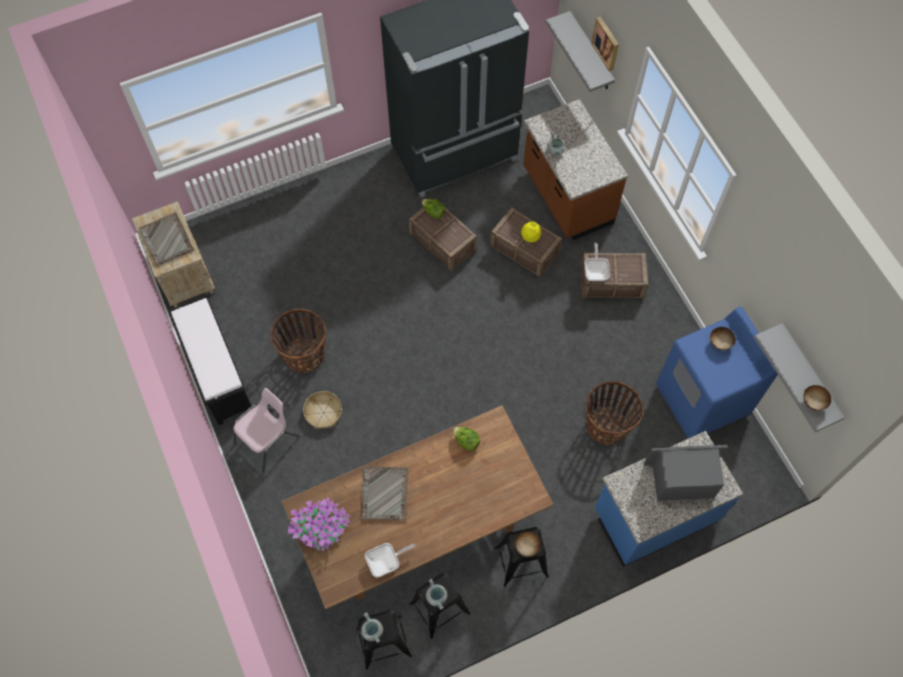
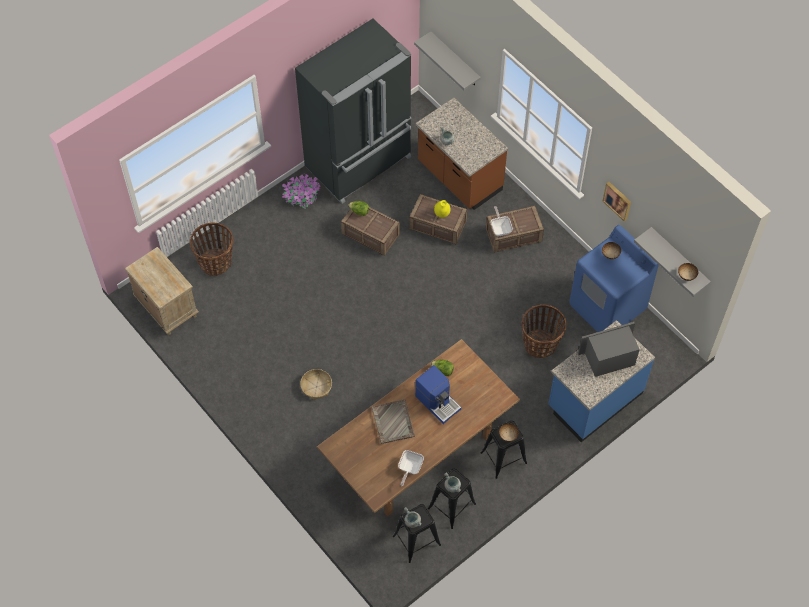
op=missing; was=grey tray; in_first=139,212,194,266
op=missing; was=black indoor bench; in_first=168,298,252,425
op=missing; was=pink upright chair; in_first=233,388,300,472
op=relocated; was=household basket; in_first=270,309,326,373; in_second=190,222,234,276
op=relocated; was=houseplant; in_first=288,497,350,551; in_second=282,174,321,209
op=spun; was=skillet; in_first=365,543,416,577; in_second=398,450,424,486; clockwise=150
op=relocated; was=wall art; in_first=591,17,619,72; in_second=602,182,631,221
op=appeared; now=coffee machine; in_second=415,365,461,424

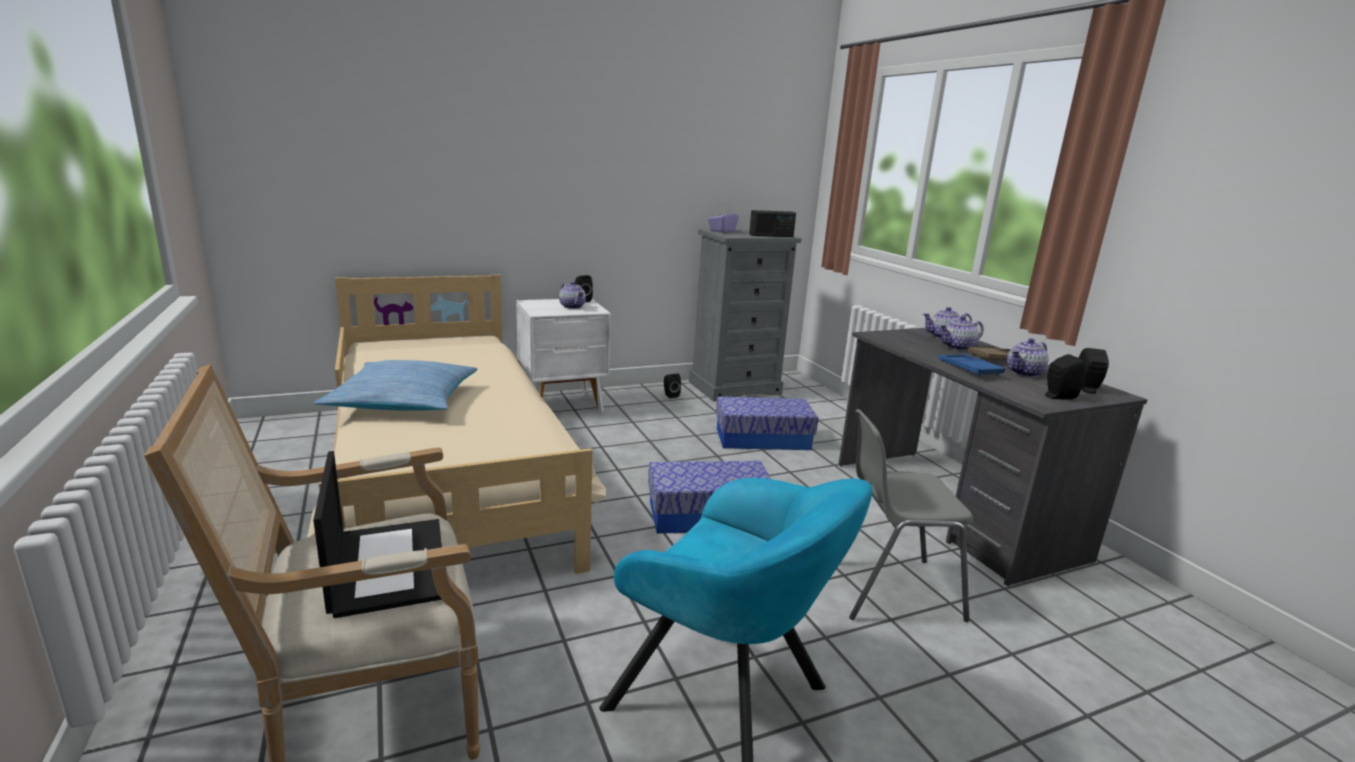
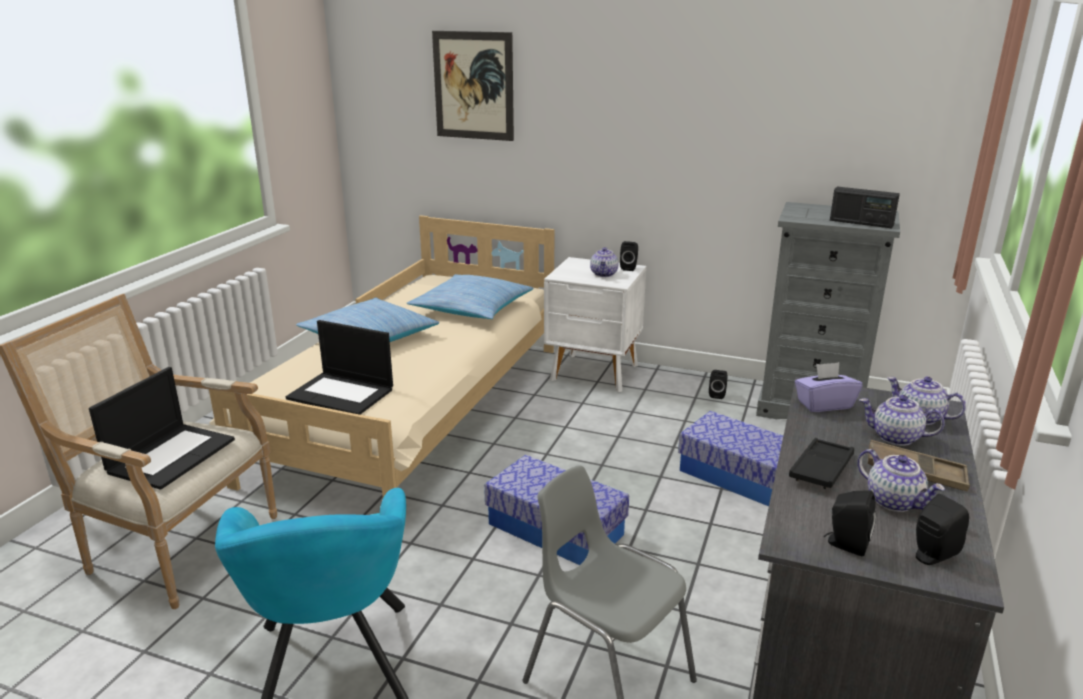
op=relocated; was=purplish box of tissues; in_first=708,207,739,233; in_second=795,362,862,412
op=colour; was=bluish tray; now=black tray; in_first=939,354,1005,376; in_second=789,438,854,489
op=spun; was=pot for tea; in_first=1007,338,1049,377; in_second=857,449,945,512; clockwise=-135
op=appeared; now=notebook computer; in_second=286,320,393,415
op=appeared; now=throw pillow; in_second=407,274,533,319
op=appeared; now=wall art; in_second=432,31,514,141

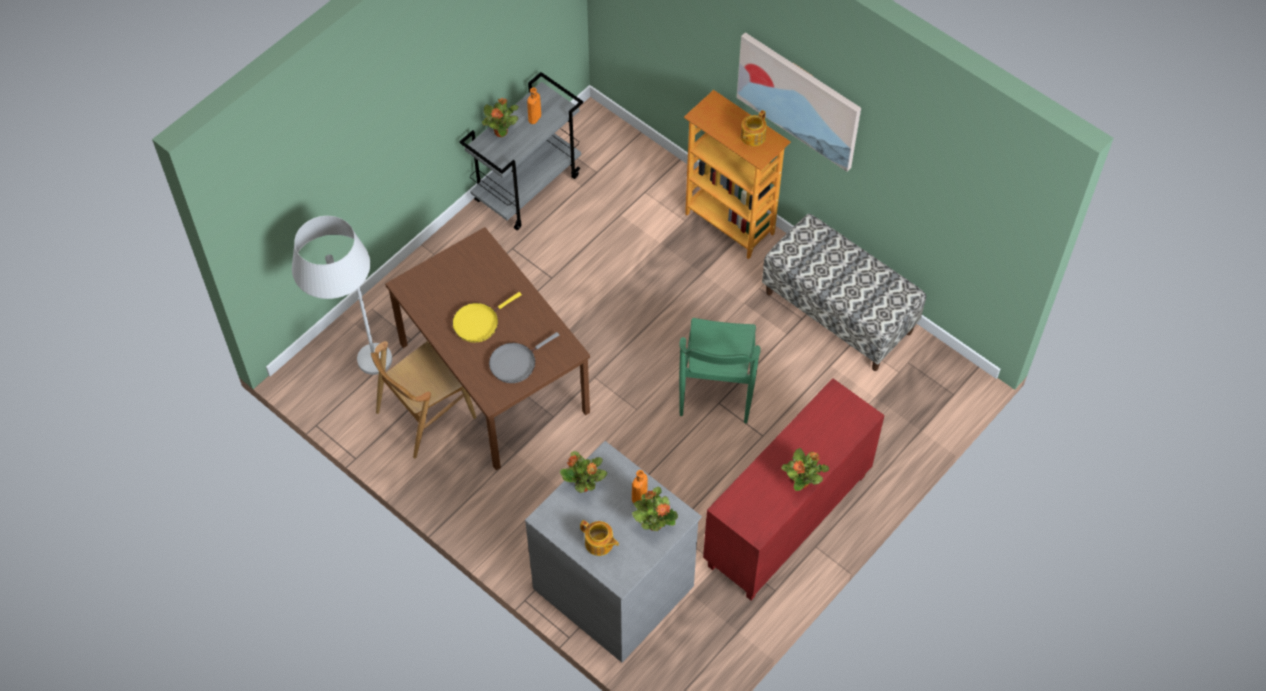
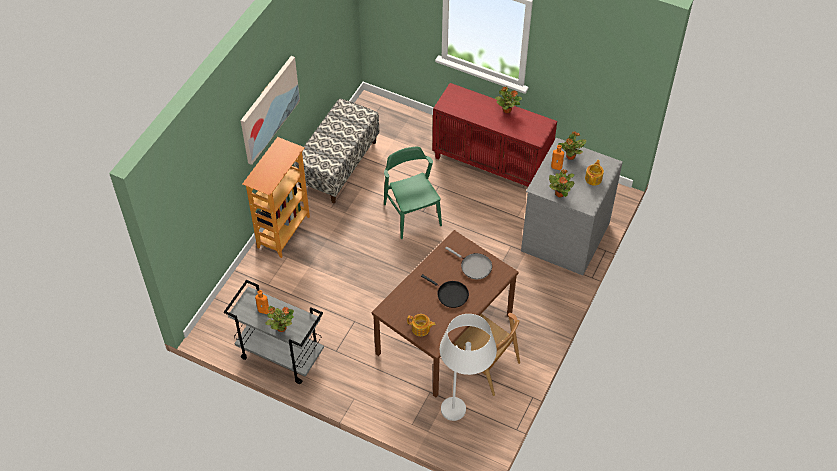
op=colour; was=yellowish skillet; now=black skillet; in_first=453,292,522,342; in_second=421,274,469,308
op=spun; was=greenish upright chair; in_first=679,318,761,423; in_second=384,146,442,239; clockwise=-105
op=relocated; was=pot for tea; in_first=741,110,767,146; in_second=407,314,436,336

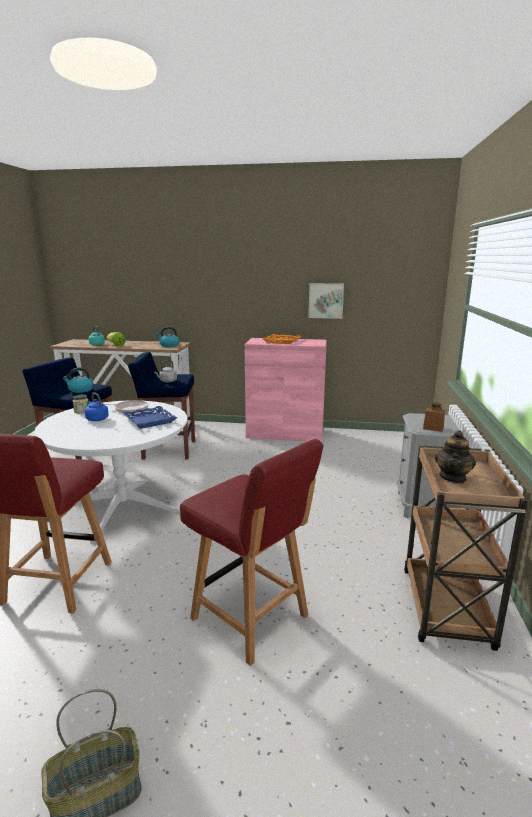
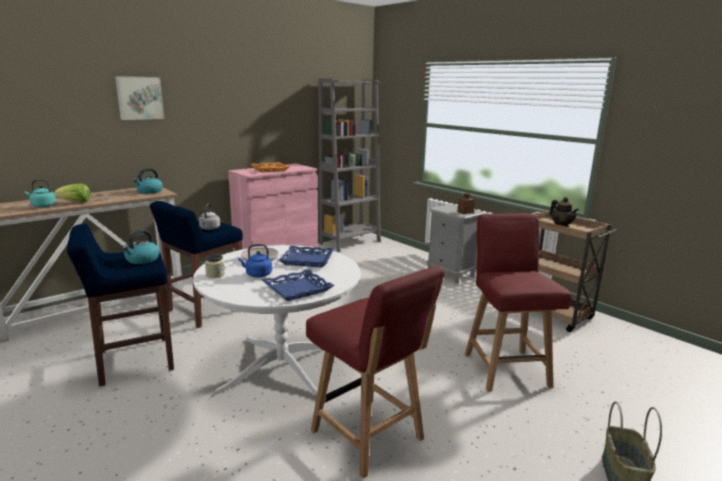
op=spun; was=red-coloured upright chair; in_first=180,439,323,666; in_second=465,213,571,392; clockwise=-90
op=relocated; was=wall art; in_first=308,283,344,319; in_second=115,76,164,120
op=appeared; now=bluish tray; in_second=262,269,334,301
op=appeared; now=grey bookcase; in_second=319,78,381,252

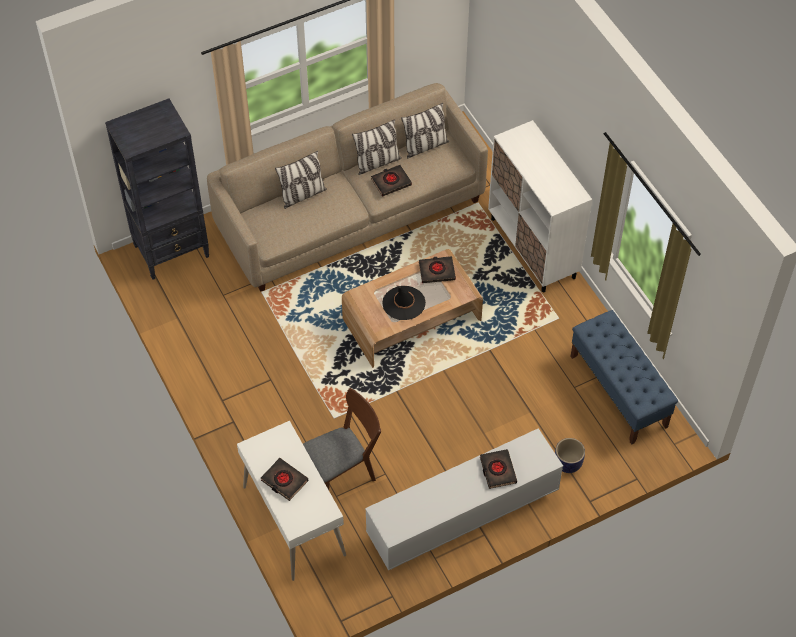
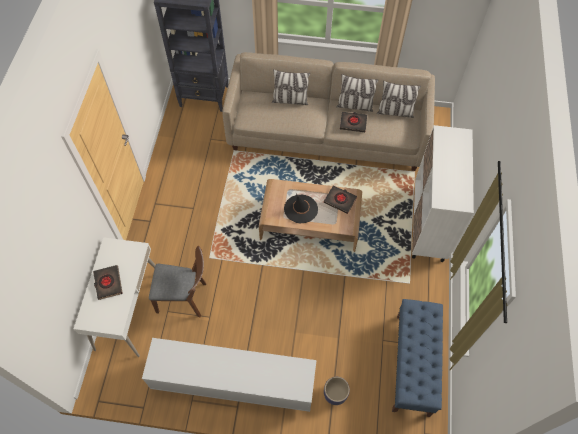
op=missing; was=black volume; in_first=480,449,517,489

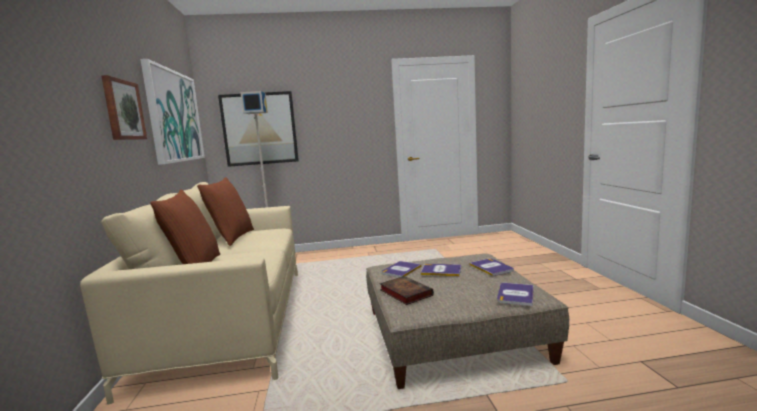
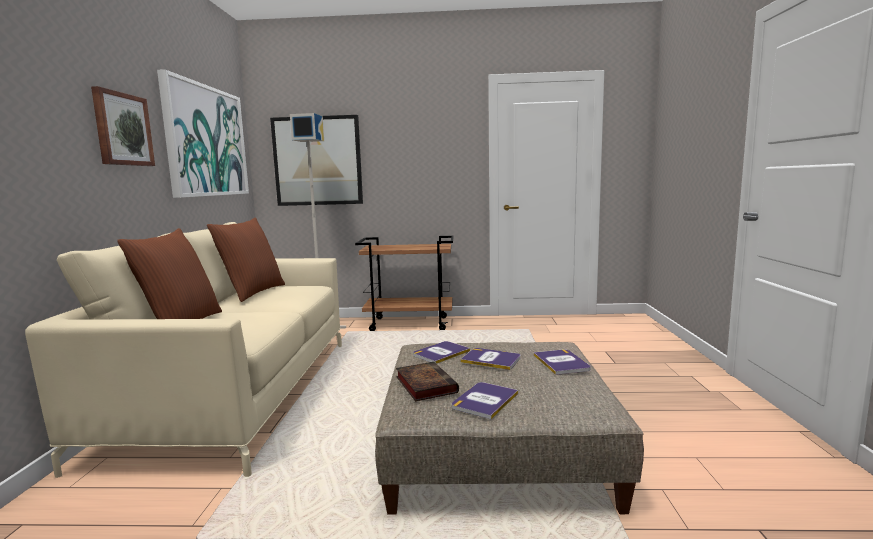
op=relocated; was=volume; in_first=497,283,533,306; in_second=452,382,518,419
op=appeared; now=brown trolley; in_second=355,236,453,331

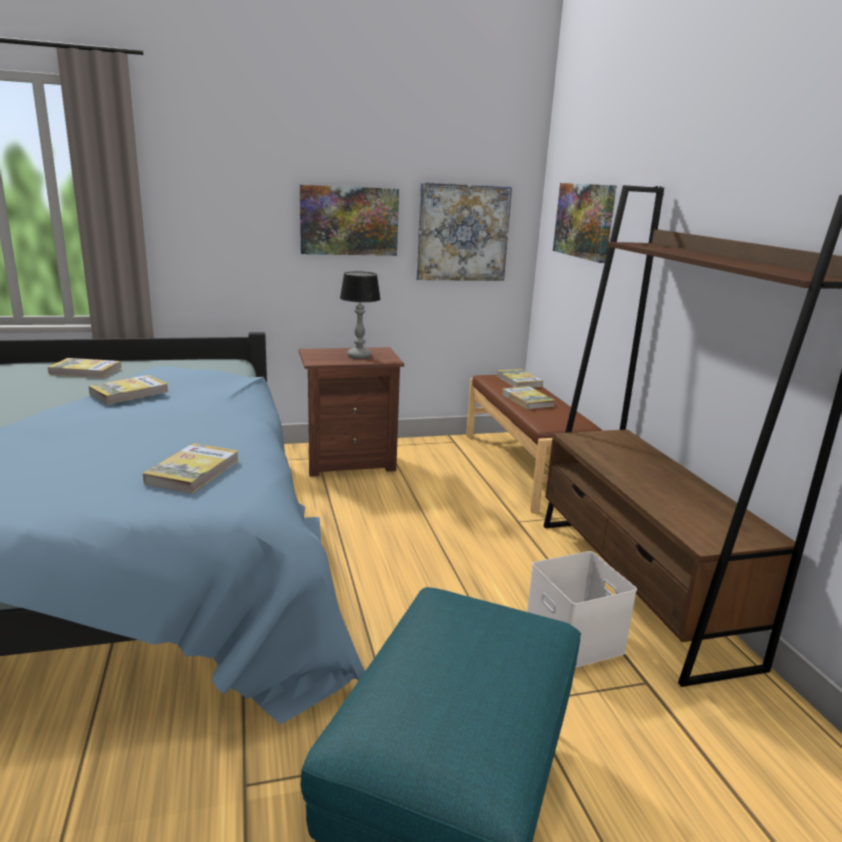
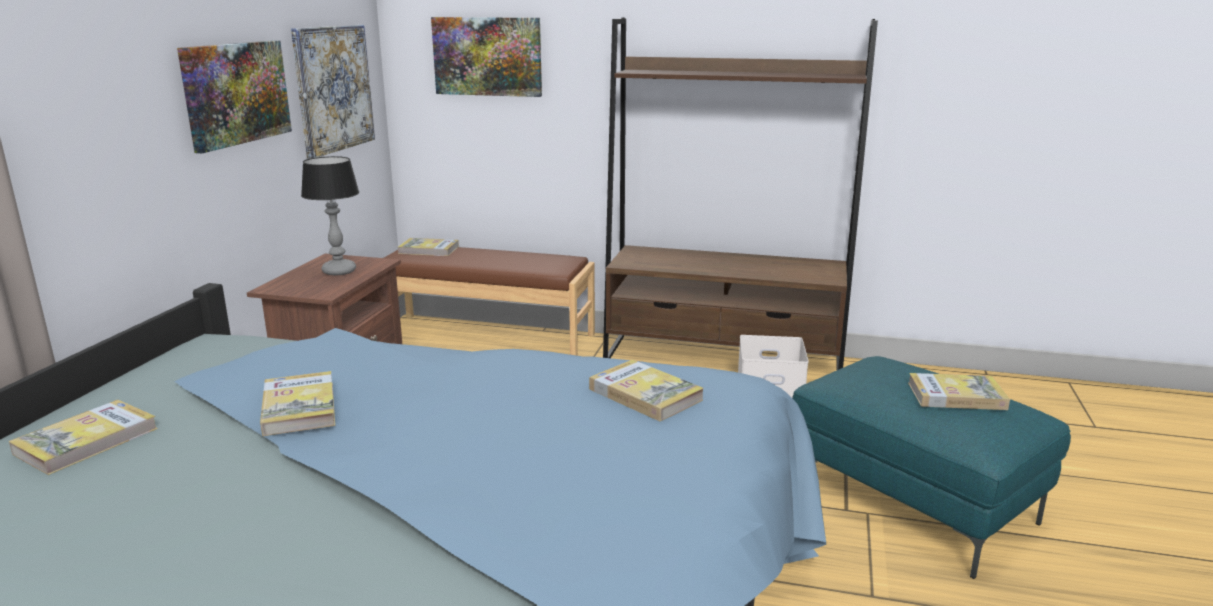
op=relocated; was=volume; in_first=502,386,555,409; in_second=908,373,1010,410

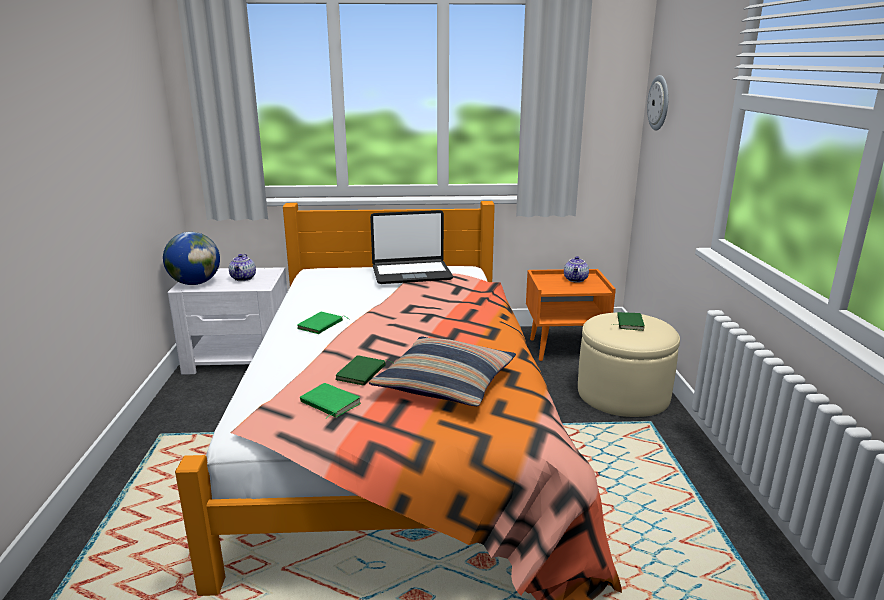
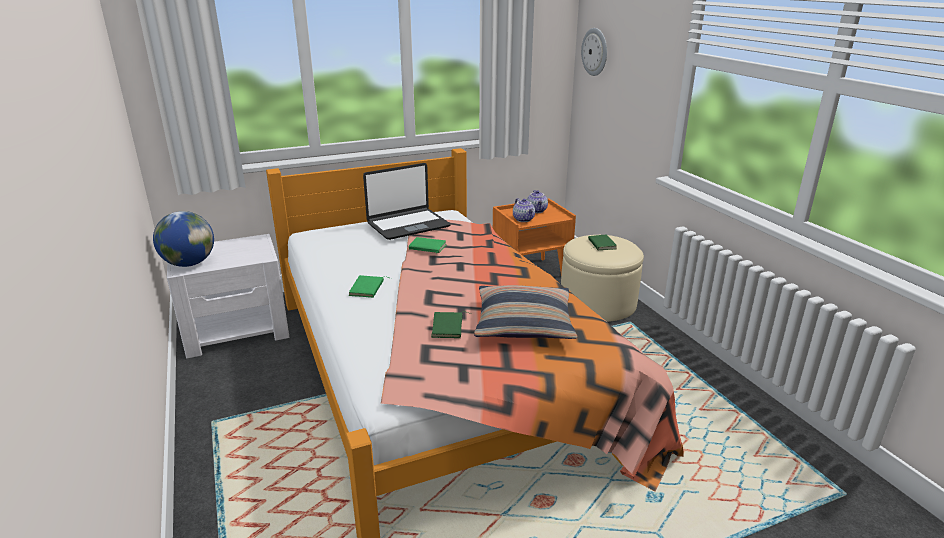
op=relocated; was=pot for tea; in_first=229,254,256,281; in_second=513,198,535,222
op=relocated; was=greenish volume; in_first=300,383,361,419; in_second=409,237,447,253

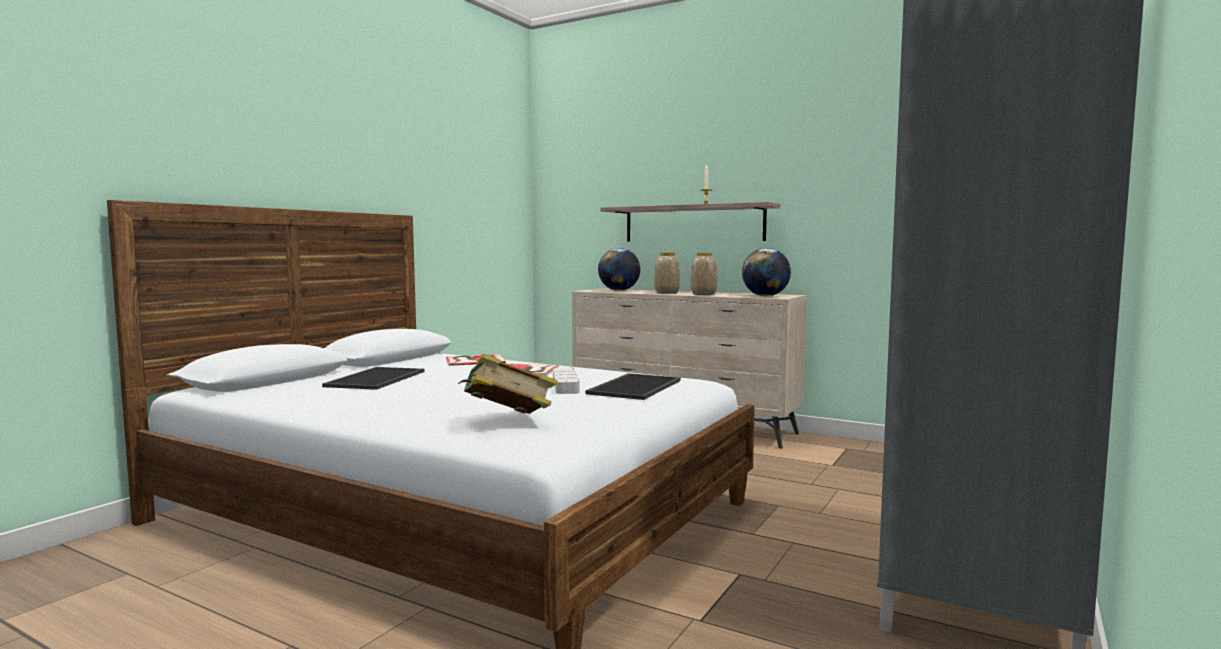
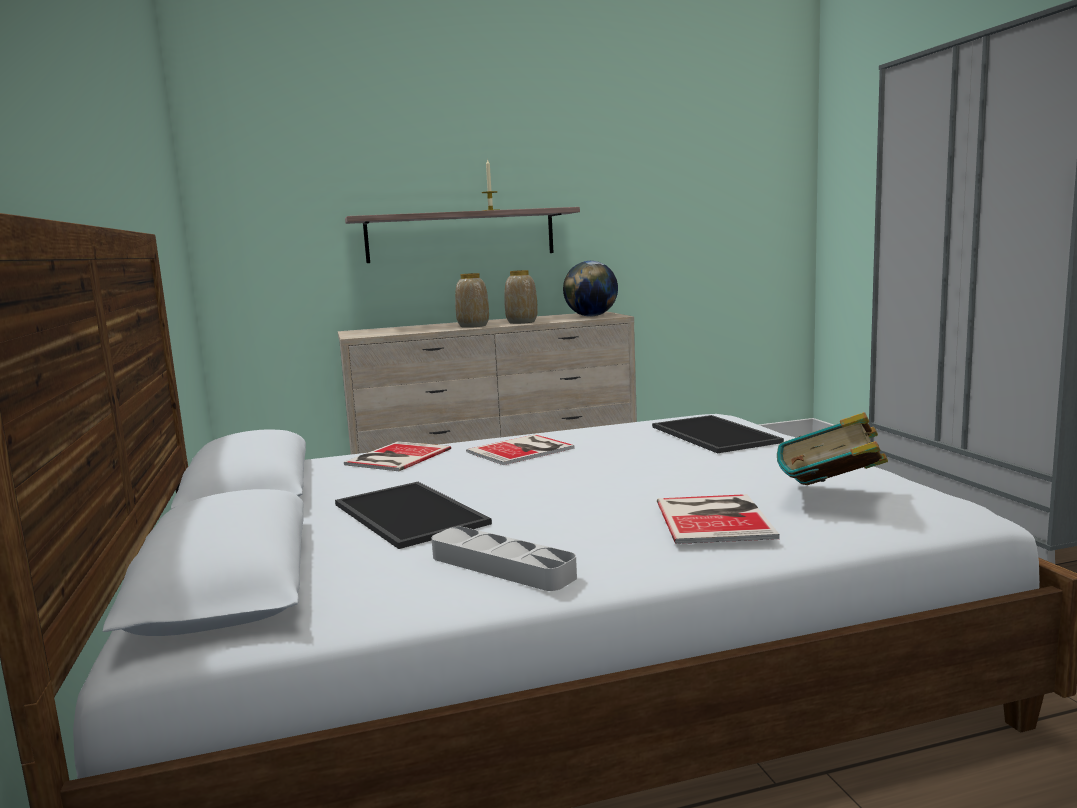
op=relocated; was=grey tray; in_first=553,367,580,394; in_second=431,527,577,591
op=missing; was=desk globe; in_first=598,248,640,291
op=appeared; now=volume; in_second=657,494,780,544

